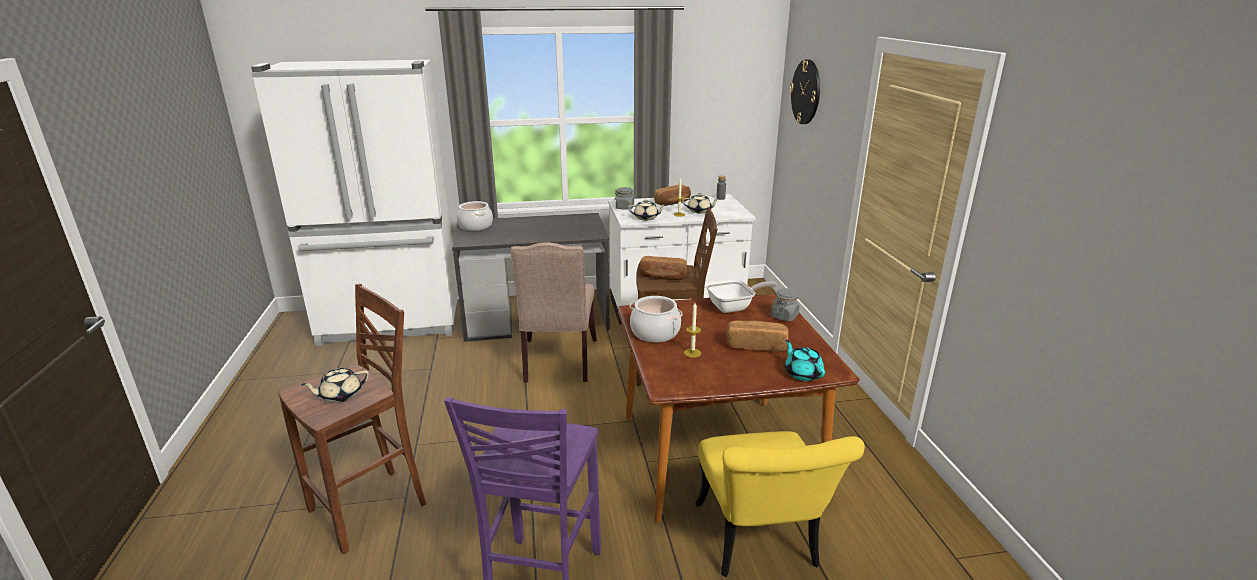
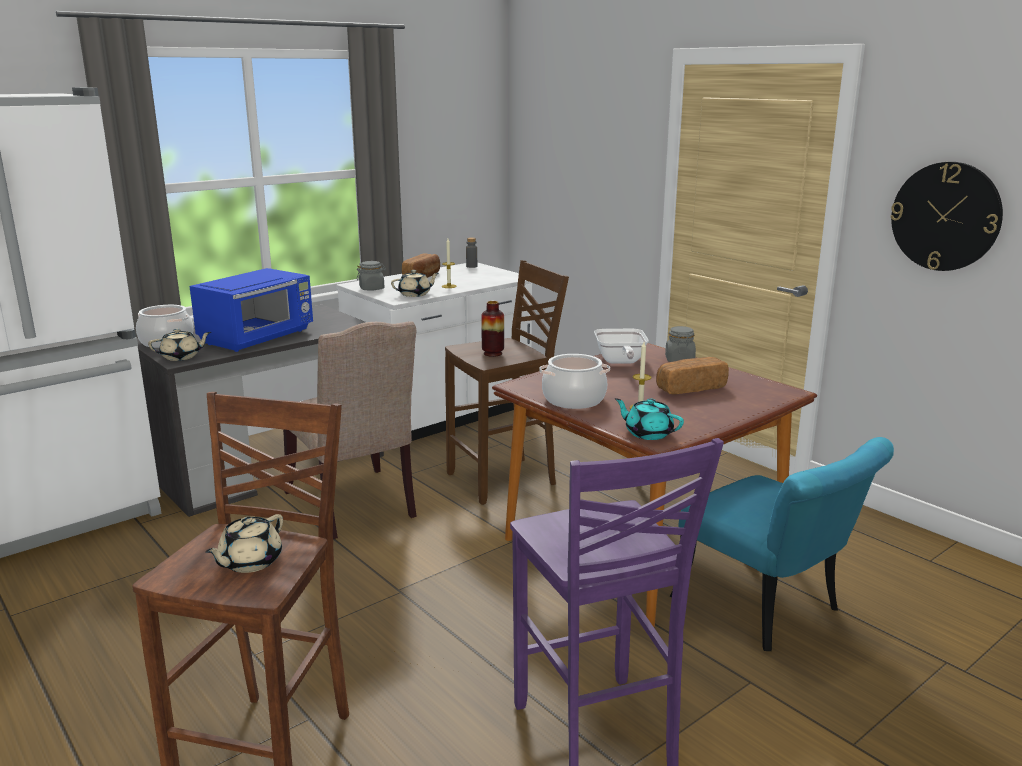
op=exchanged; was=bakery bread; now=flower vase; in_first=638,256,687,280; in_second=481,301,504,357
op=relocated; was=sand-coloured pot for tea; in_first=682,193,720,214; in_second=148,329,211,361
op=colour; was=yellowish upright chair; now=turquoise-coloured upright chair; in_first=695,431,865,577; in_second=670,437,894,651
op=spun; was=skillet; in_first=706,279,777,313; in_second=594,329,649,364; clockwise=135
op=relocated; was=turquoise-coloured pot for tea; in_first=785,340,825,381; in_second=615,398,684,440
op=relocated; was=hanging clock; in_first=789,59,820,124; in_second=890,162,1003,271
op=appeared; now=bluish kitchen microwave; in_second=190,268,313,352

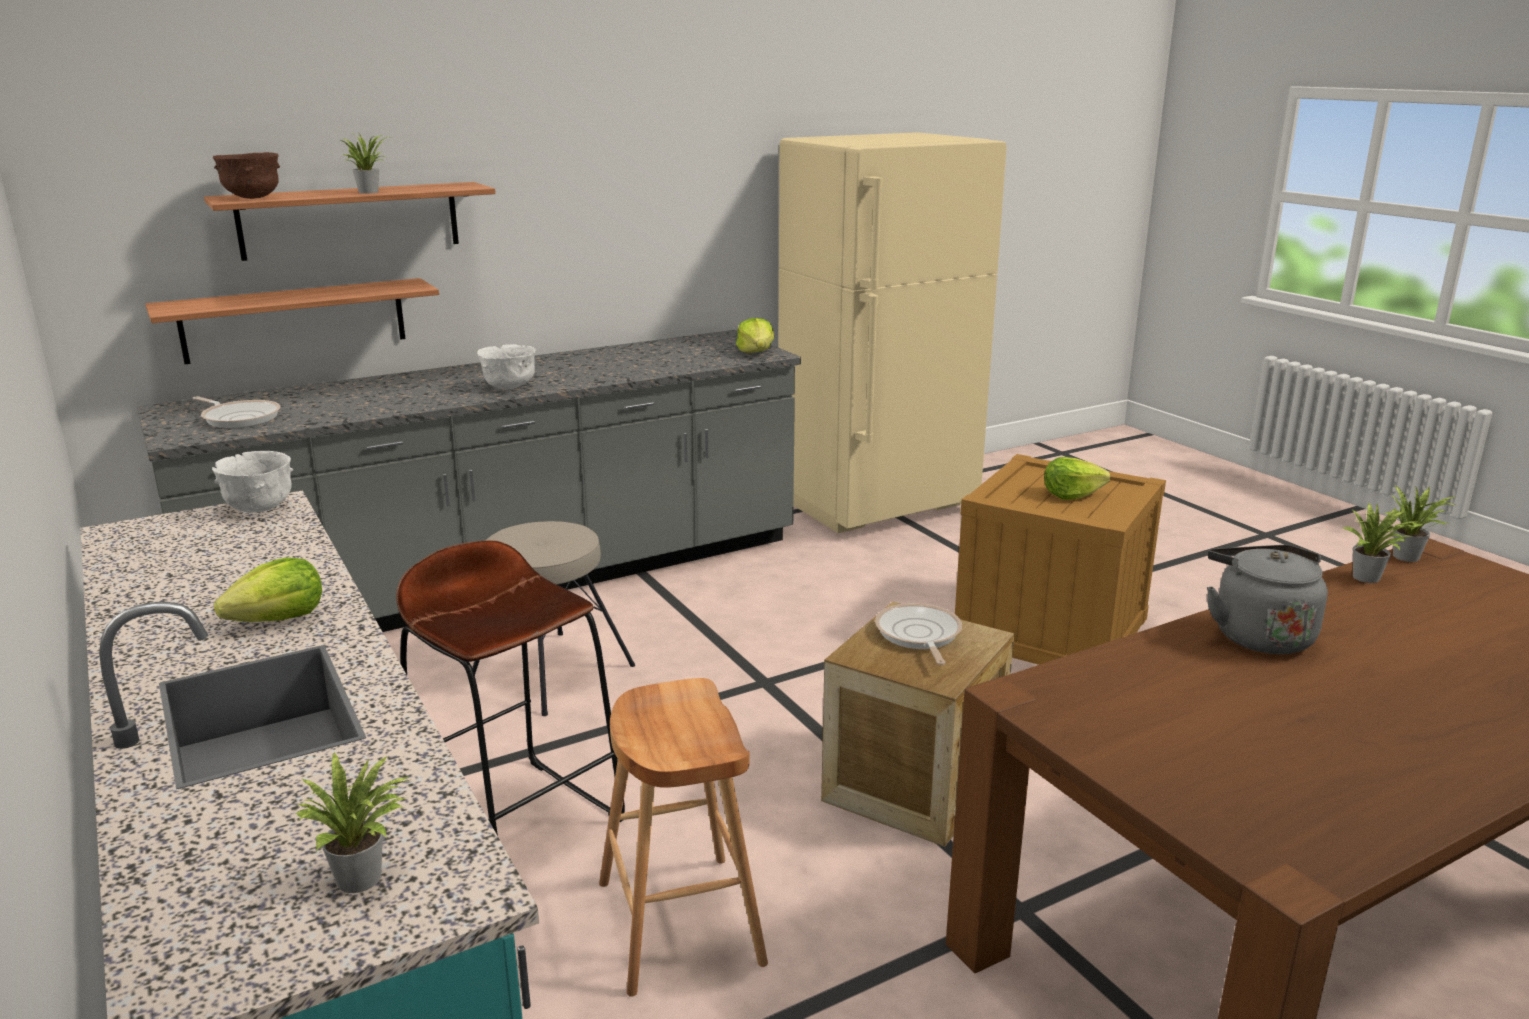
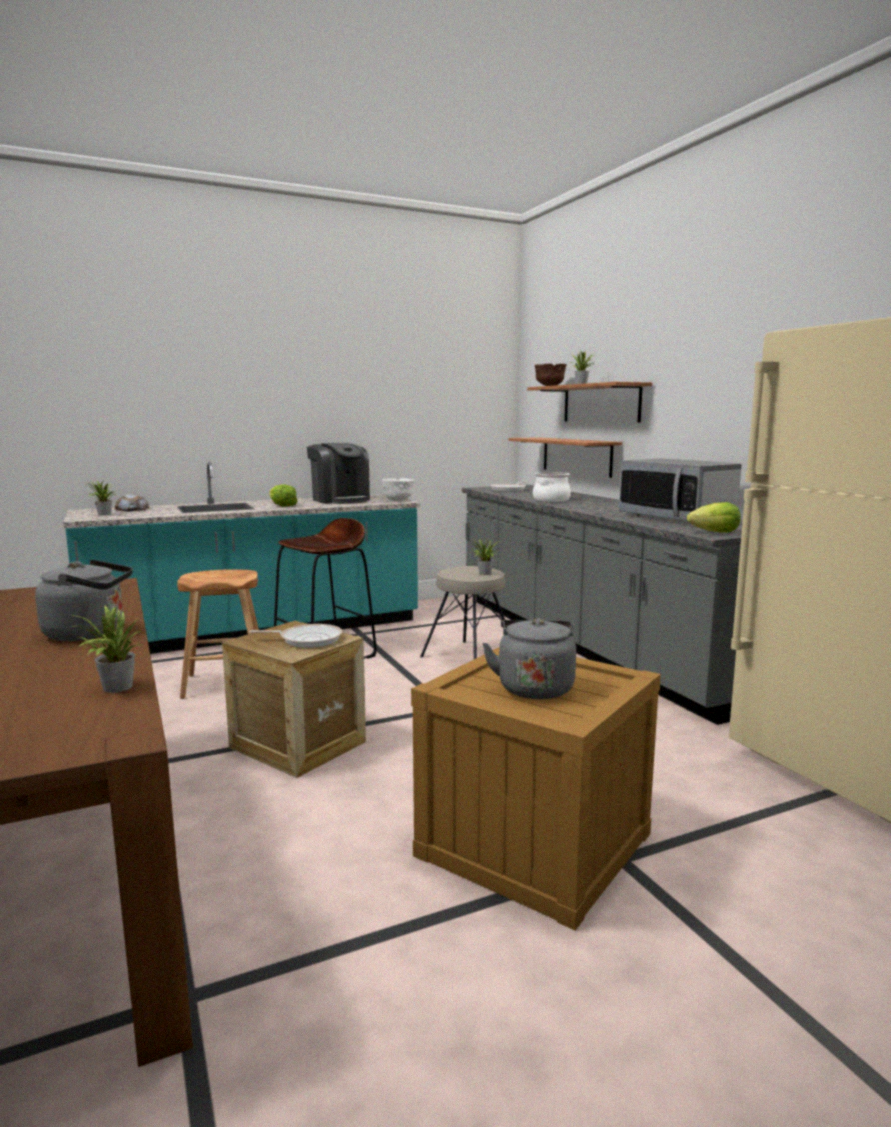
op=missing; was=whitish bowl; in_first=477,344,536,389
op=exchanged; was=head of lettuce; now=grey tea kettle; in_first=1044,457,1110,500; in_second=482,618,576,699
op=relocated; was=houseplant; in_first=1385,486,1455,562; in_second=471,539,499,575
op=appeared; now=bakery bread; in_second=115,494,149,511
op=appeared; now=coffee machine; in_second=307,443,370,504
op=appeared; now=cooking pot; in_second=533,472,571,502
op=appeared; now=kitchen microwave; in_second=619,458,742,521

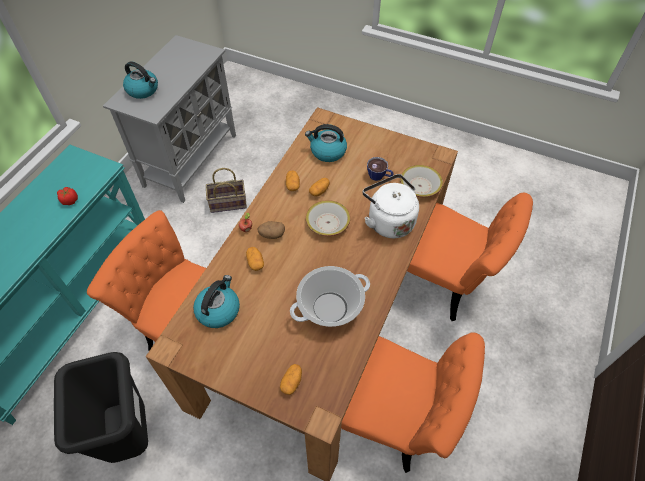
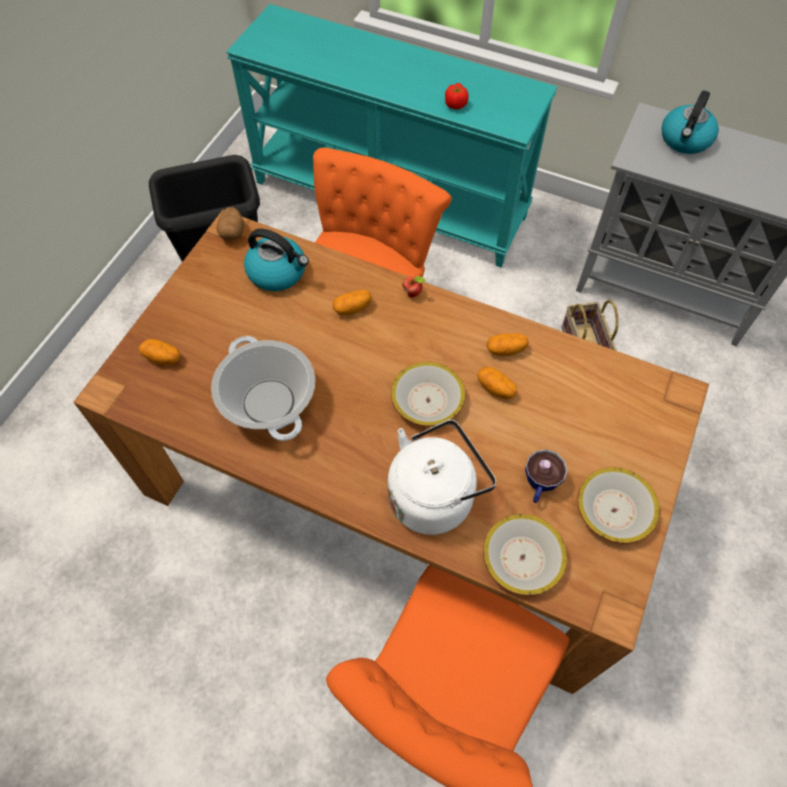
op=relocated; was=potato; in_first=258,221,285,239; in_second=216,207,244,241
op=missing; was=tea kettle; in_first=305,124,347,162
op=missing; was=orange-coloured upright chair; in_first=341,332,485,473
op=appeared; now=bowl; in_second=577,467,660,544

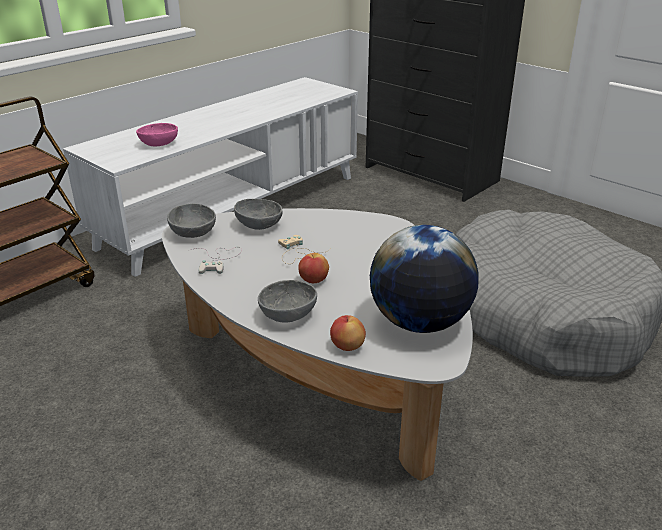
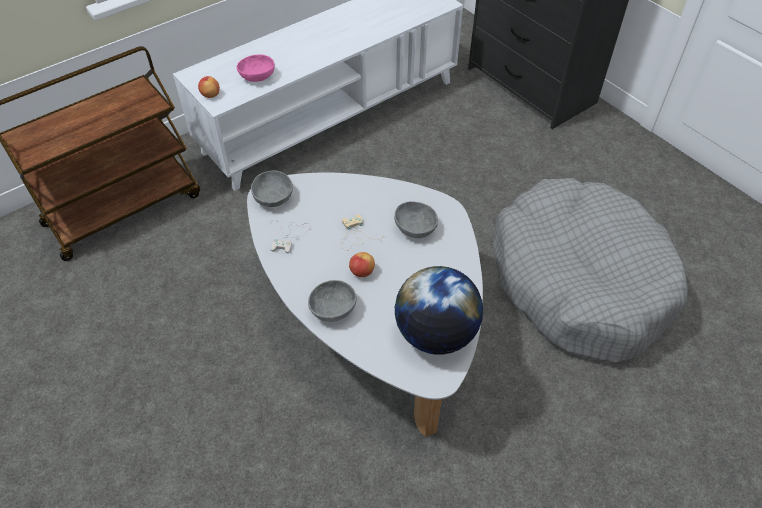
op=relocated; was=grey bowl; in_first=234,199,283,230; in_second=394,202,438,238
op=relocated; was=apple fruit; in_first=330,315,366,351; in_second=198,76,220,98

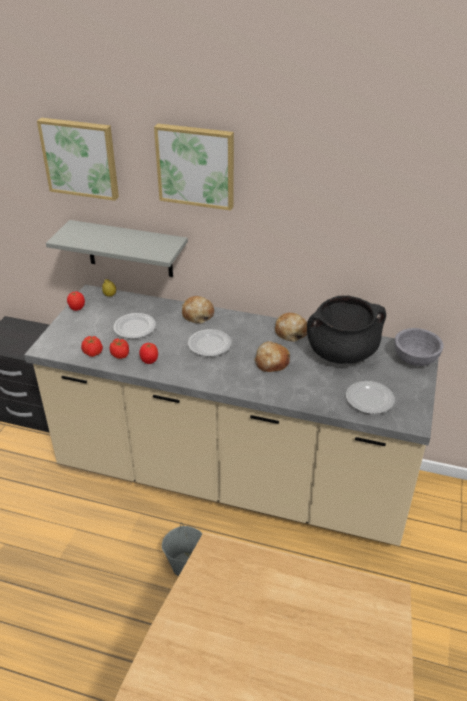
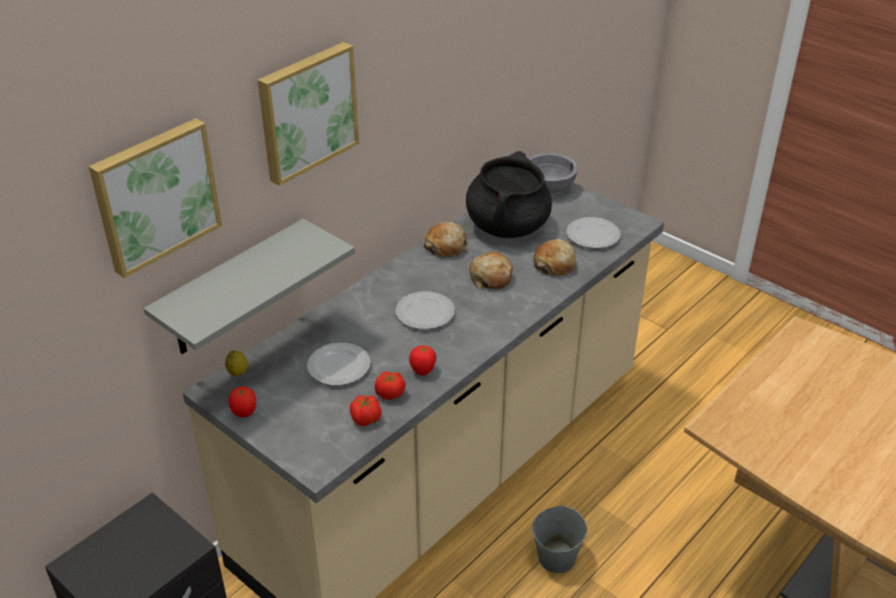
op=relocated; was=bakery bread; in_first=182,296,214,324; in_second=534,239,577,276

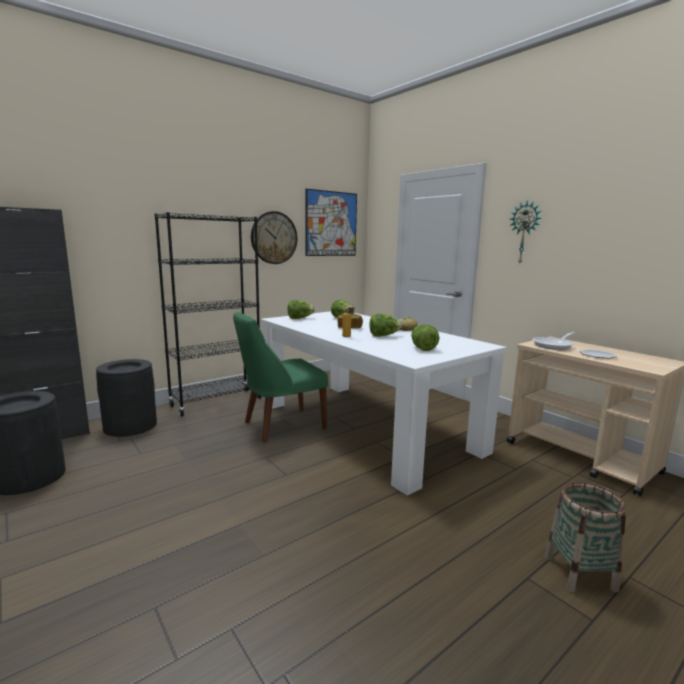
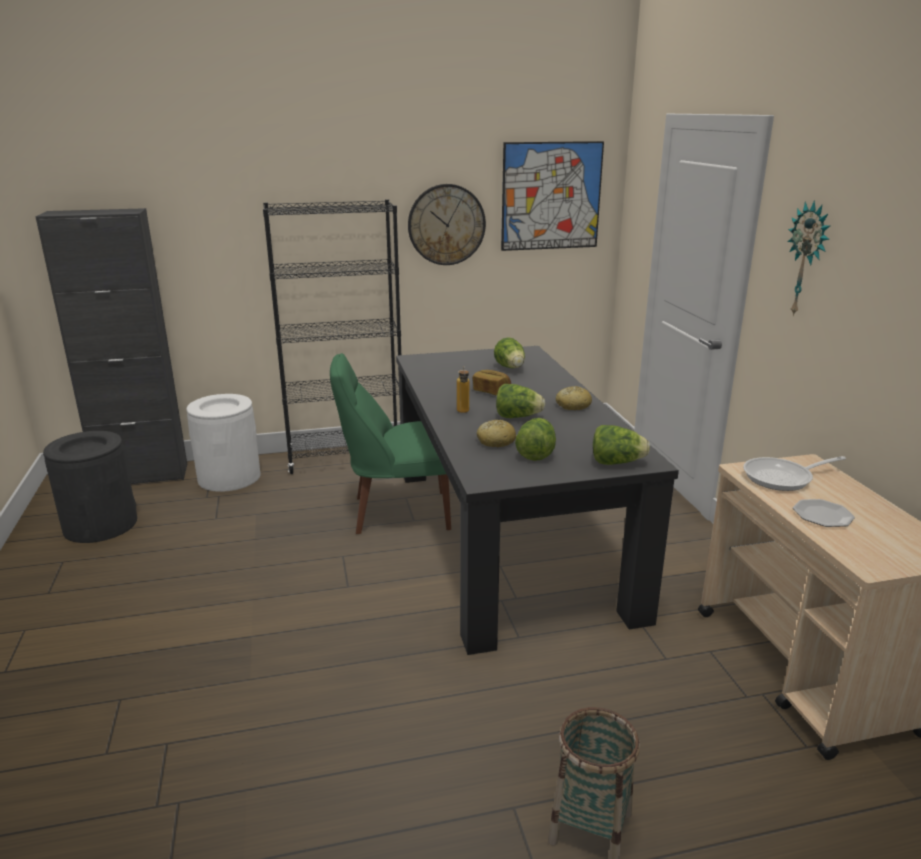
op=colour; was=black rubbish bin; now=whitish rubbish bin; in_first=96,359,157,437; in_second=186,394,261,492
op=colour; was=whitish dinner table; now=black dinner table; in_first=261,311,506,496; in_second=396,346,679,655
op=relocated; was=head of lettuce; in_first=288,300,315,319; in_second=593,425,650,465
op=appeared; now=bakery bread; in_second=477,420,516,447

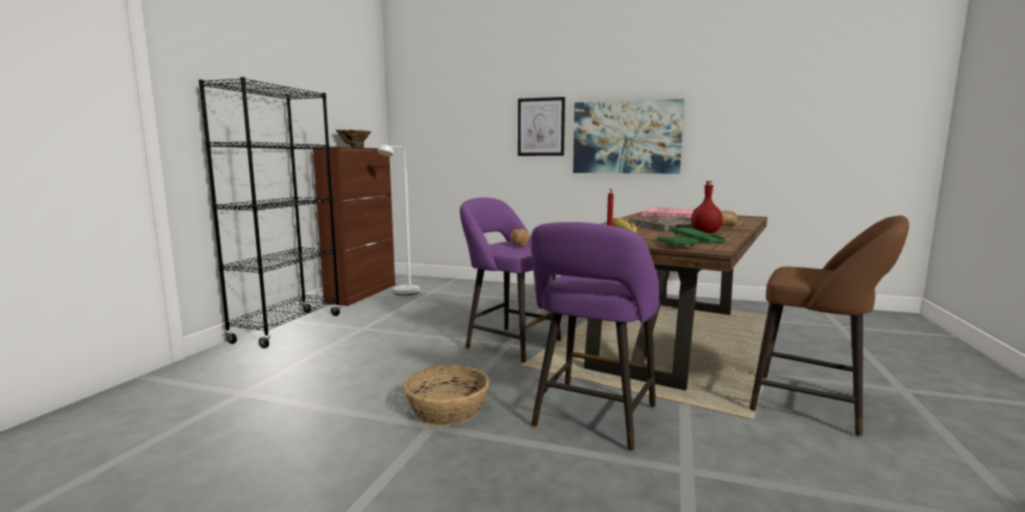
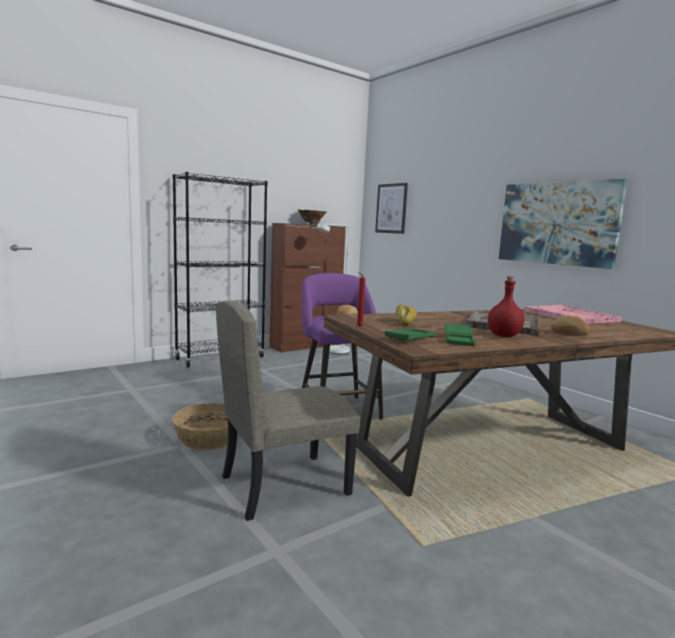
op=relocated; was=wall art; in_first=518,97,565,156; in_second=375,183,408,234
op=exchanged; was=purplish stool; now=sand-coloured upright chair; in_first=531,222,660,451; in_second=216,300,360,521
op=missing; was=brown stool; in_first=749,215,909,437

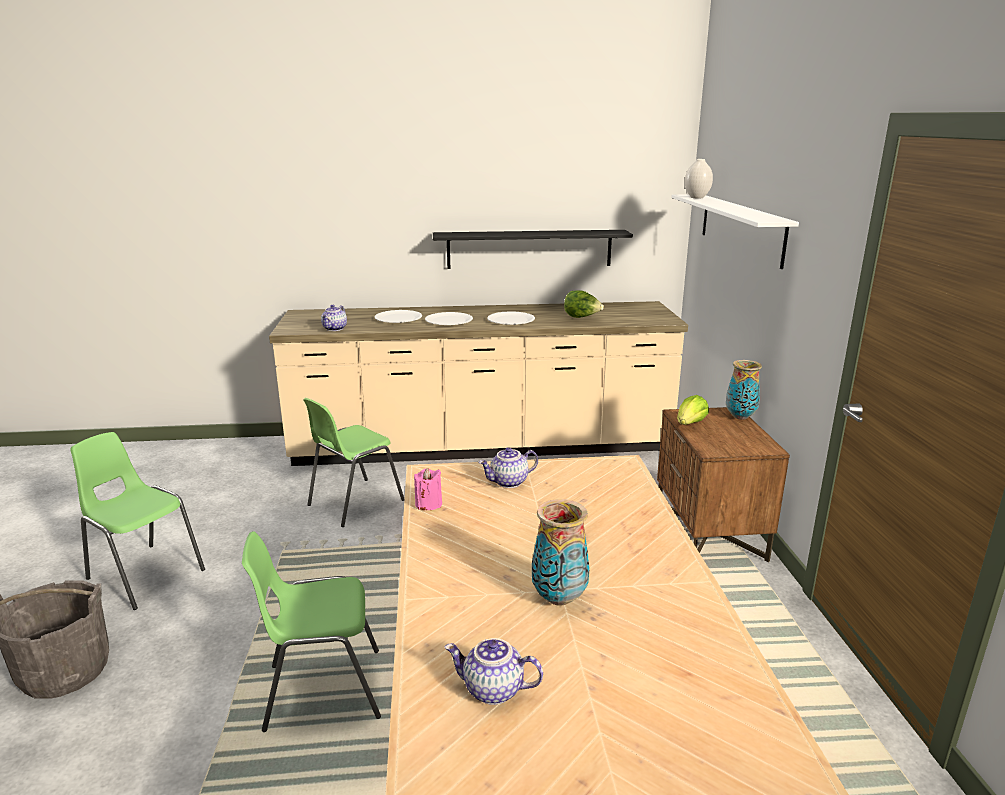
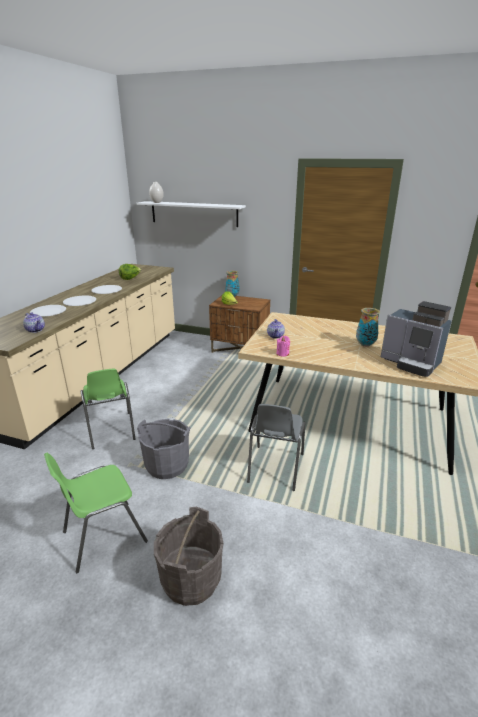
op=colour; was=greenish upright chair; now=grey upright chair; in_first=242,531,381,732; in_second=247,404,305,491
op=missing; was=black shelf; in_first=433,230,633,269
op=exchanged; was=pot for tea; now=coffee machine; in_first=445,638,543,705; in_second=381,301,451,377
op=appeared; now=grey pail; in_second=137,419,191,479

